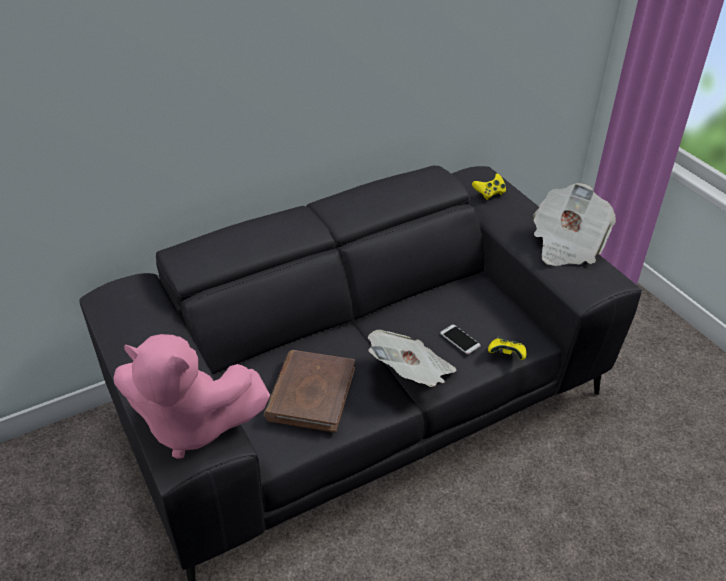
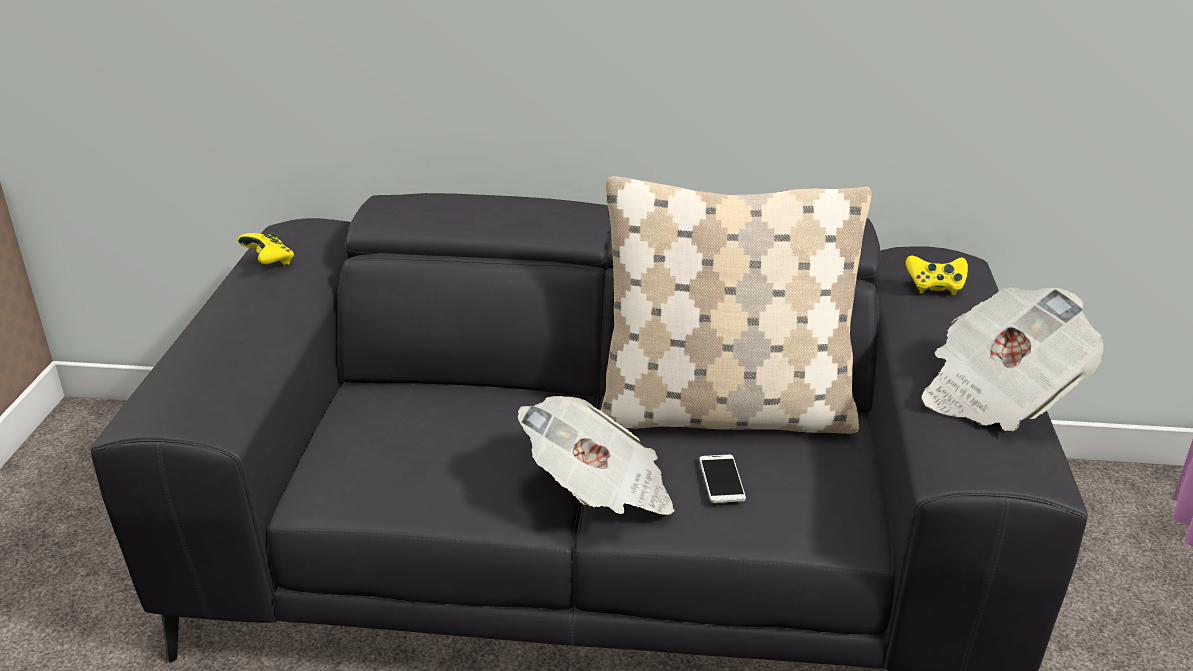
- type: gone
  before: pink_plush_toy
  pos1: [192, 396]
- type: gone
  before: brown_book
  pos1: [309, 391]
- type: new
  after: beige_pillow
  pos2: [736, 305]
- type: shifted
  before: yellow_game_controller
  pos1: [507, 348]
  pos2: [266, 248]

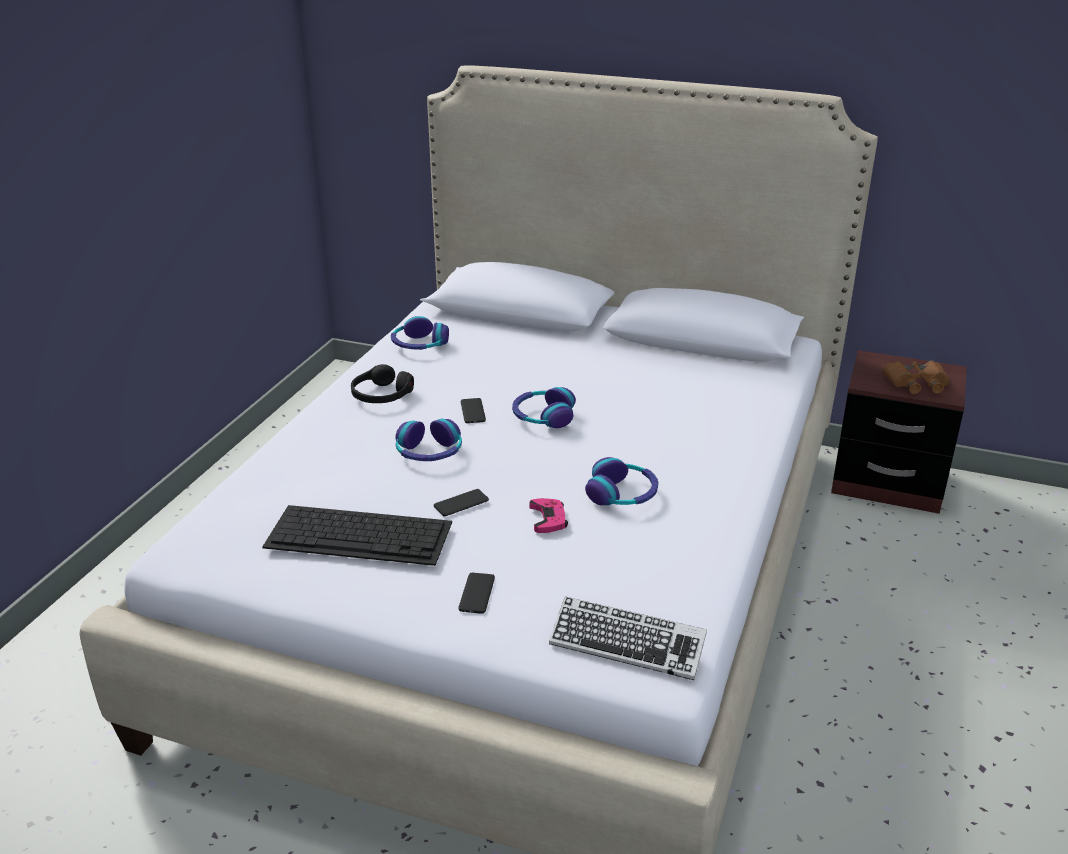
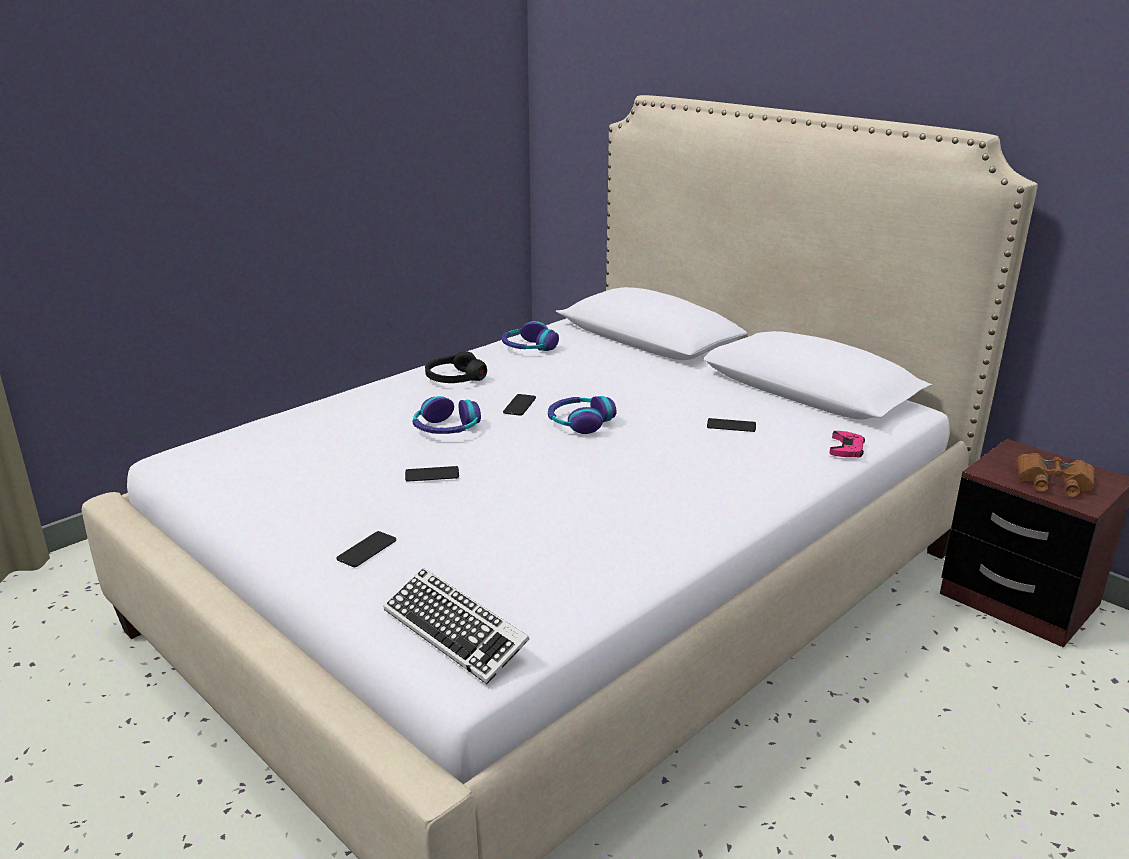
- type: gone
  before: keyboard
  pos1: [357, 535]
- type: gone
  before: headphones
  pos1: [621, 481]
- type: new
  after: phone
  pos2: [731, 425]
- type: shifted
  before: pink_game_controller
  pos1: [548, 515]
  pos2: [847, 444]

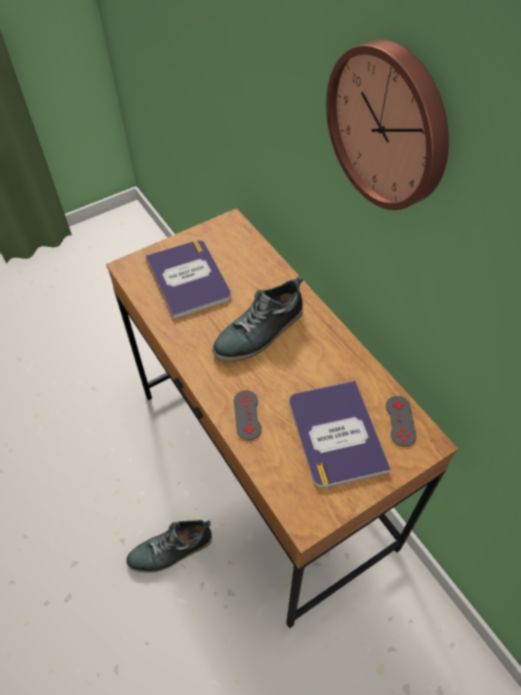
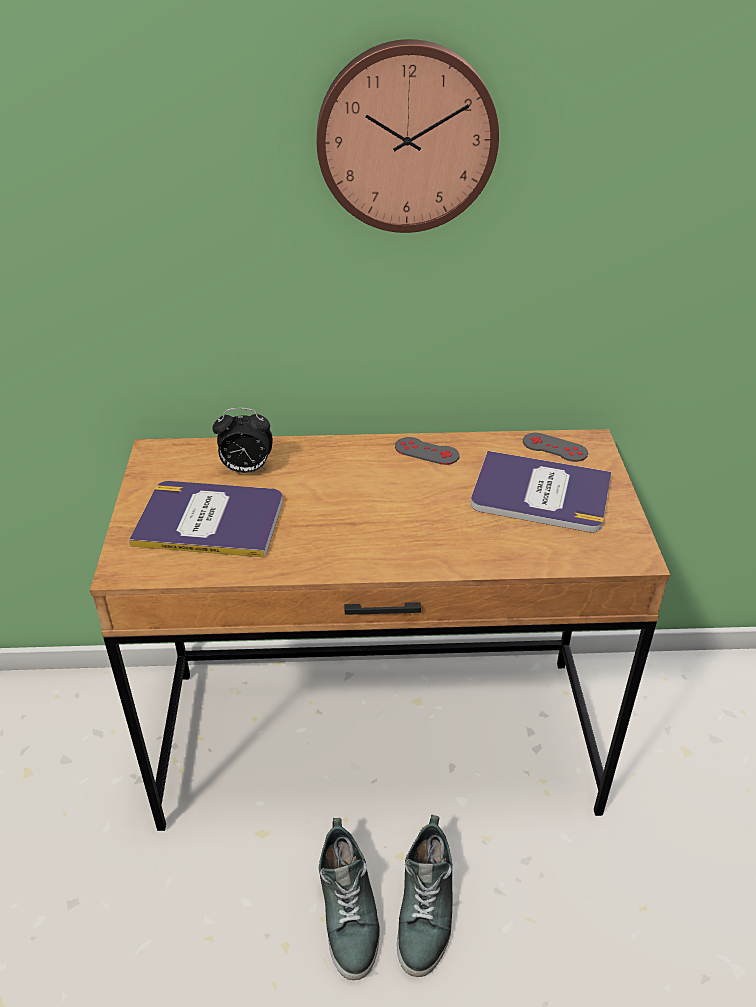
- type: new
  after: alarm_clock
  pos2: [242, 440]
- type: shifted
  before: shoe
  pos1: [257, 318]
  pos2: [349, 899]
- type: shifted
  before: grey_game_controller
  pos1: [248, 415]
  pos2: [427, 451]

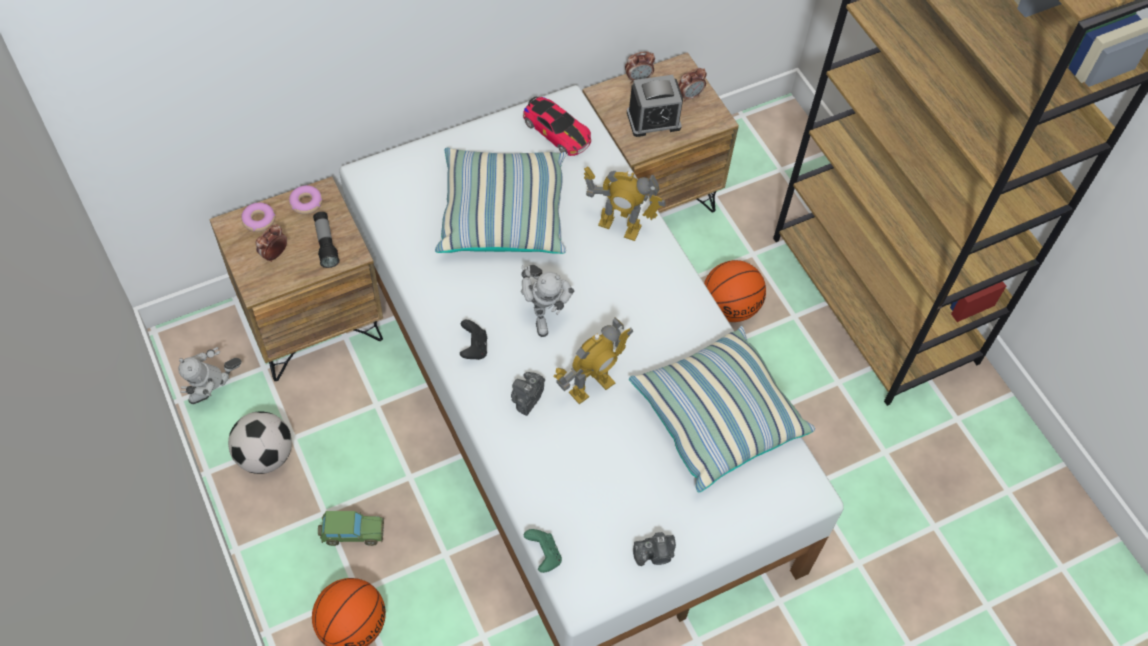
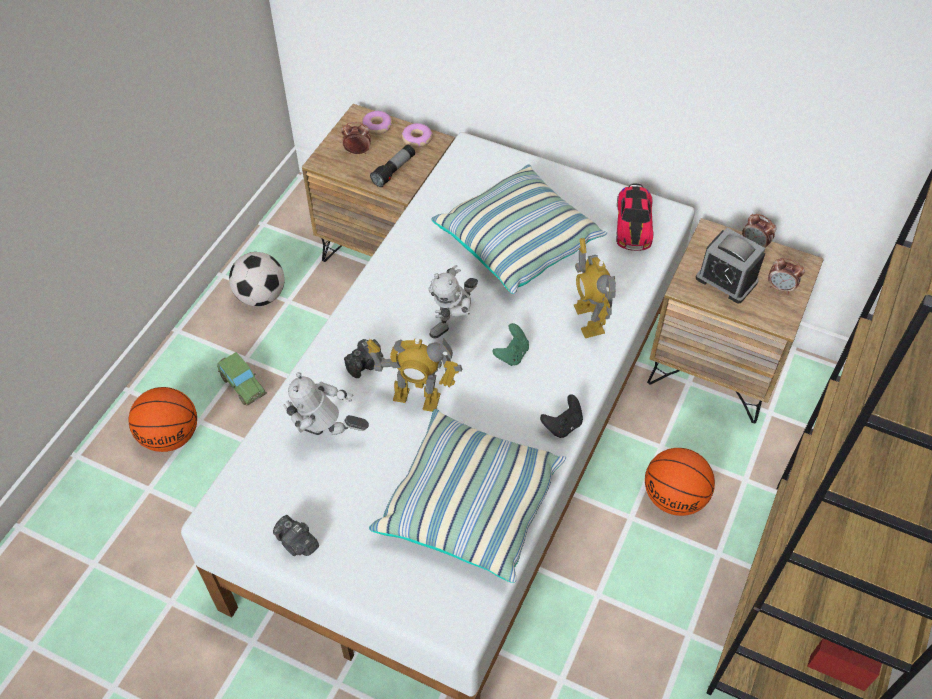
- type: shifted
  before: toy_robot
  pos1: [210, 375]
  pos2: [326, 403]
- type: shifted
  before: black_game_controller
  pos1: [473, 340]
  pos2: [561, 416]
- type: shifted
  before: green_game_controller
  pos1: [543, 551]
  pos2: [510, 344]
- type: rotated
  before: photo_camera
  pos1: [528, 394]
  pos2: [363, 358]
  turn: 150

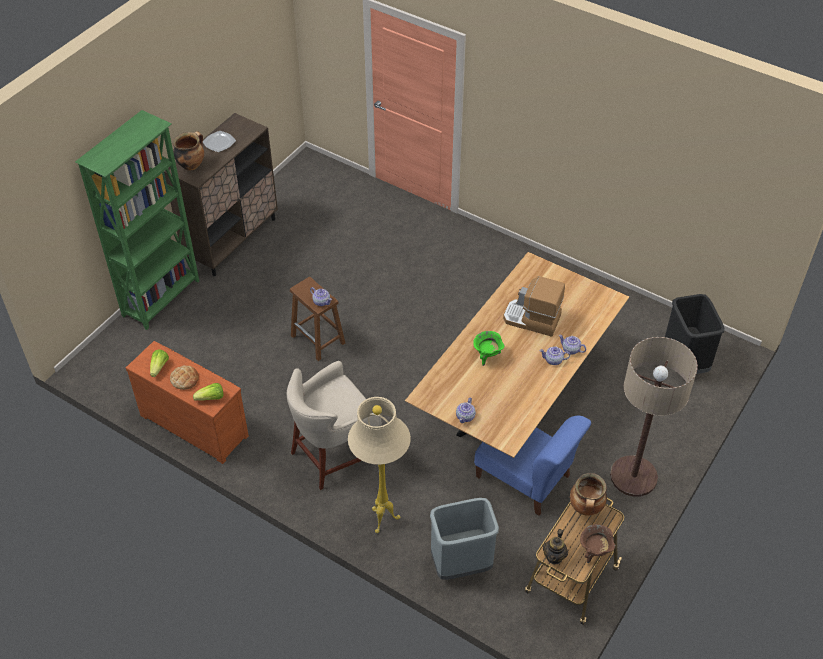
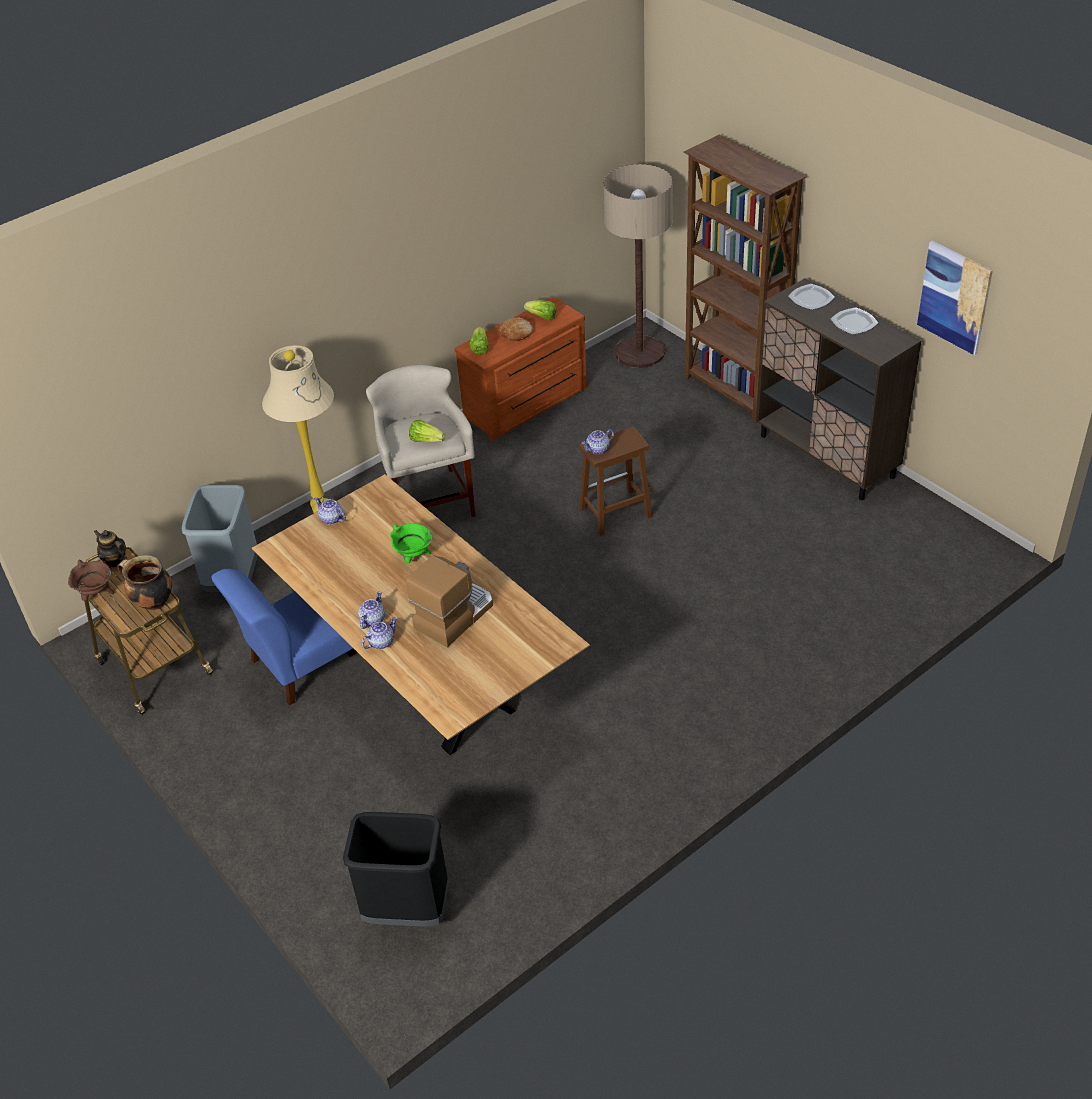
- type: new
  after: lettuce
  pos2: [427, 431]
- type: new
  after: picture
  pos2: [955, 298]
- type: shifted
  before: floor_lamp
  pos1: [654, 417]
  pos2: [638, 266]
- type: swapped
  before: cooking_pot
  after: plate
  pos1: [188, 151]
  pos2: [811, 297]
- type: repainted
  before: green_bookcase
  after: brown_bookcase
  pos1: [137, 220]
  pos2: [745, 279]

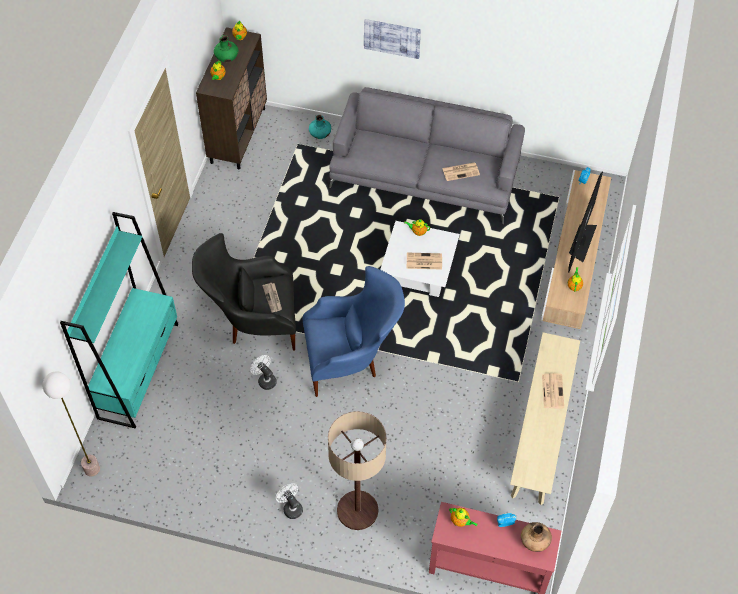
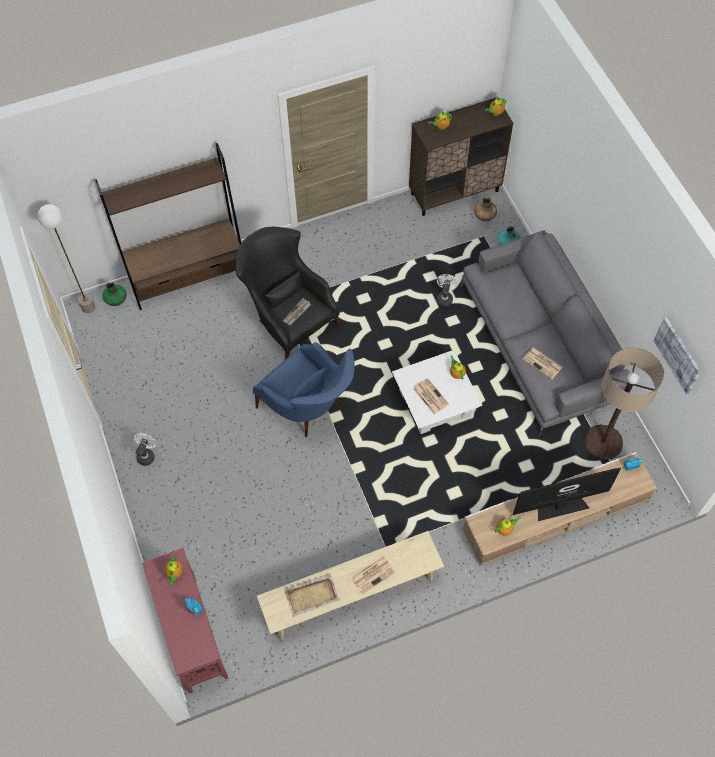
- type: new
  after: beige_tray
  pos2: [312, 595]
- type: shifted
  before: green_vase
  pos1: [226, 48]
  pos2: [114, 294]
- type: shifted
  before: white_fan
  pos1: [263, 372]
  pos2: [447, 290]
- type: shifted
  before: floor_lamp
  pos1: [357, 470]
  pos2: [624, 403]
- type: shifted
  before: picture
  pos1: [392, 39]
  pos2: [677, 355]
- type: shifted
  before: brown_vase
  pos1: [536, 537]
  pos2: [485, 209]
- type: repainted
  before: turquoise_bookcase
  after: brown_bookcase
  pos1: [119, 320]
  pos2: [168, 226]

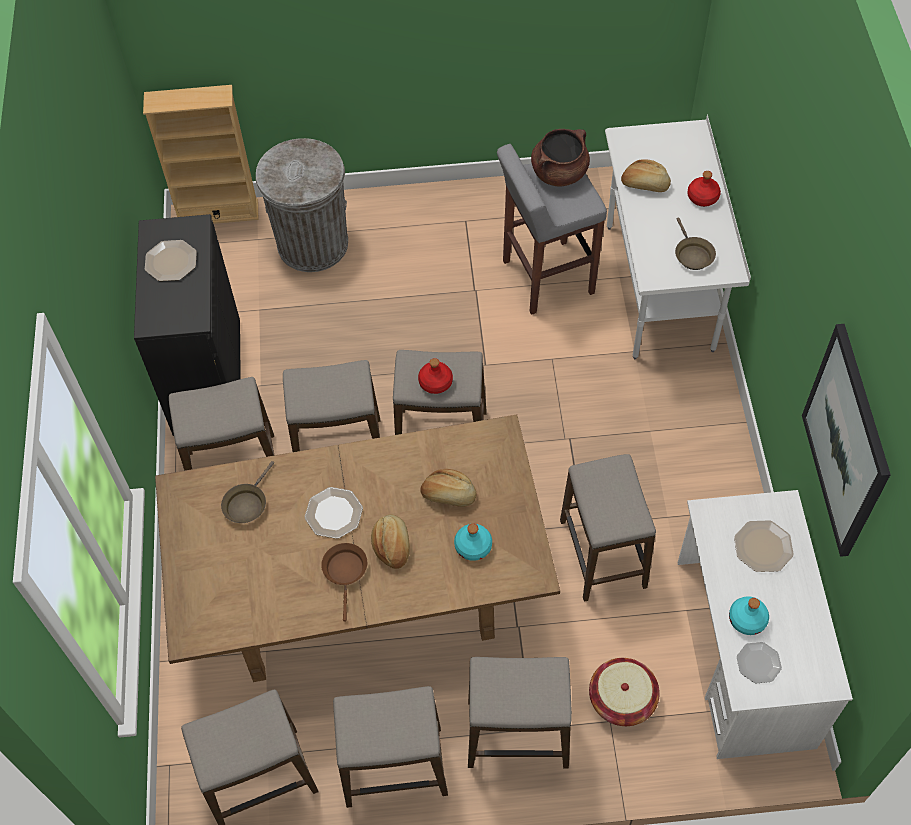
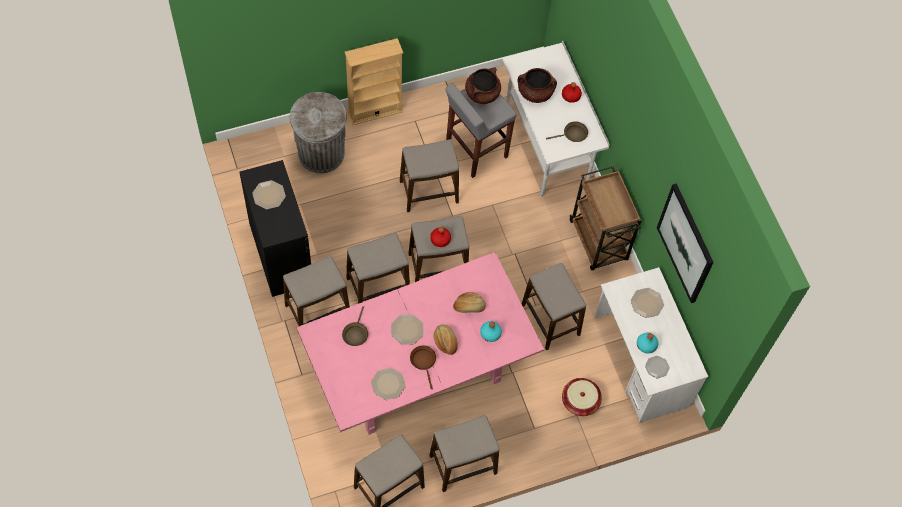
- type: new
  after: plate
  pos2: [388, 384]
- type: new
  after: brown_cart
  pos2: [605, 218]
- type: shifted
  before: beige_bookcase
  pos1: [200, 154]
  pos2: [374, 81]
- type: shifted
  before: stool
  pos1: [520, 712]
  pos2: [429, 175]
- type: swapped
  before: bread
  after: brown_cooking_pot
  pos1: [646, 175]
  pos2: [537, 85]
- type: repainted
  before: brown_dining_table
  after: pink_dining_table
  pos1: [357, 548]
  pos2: [420, 343]
- type: rotated
  before: brown_frying_pan
  pos1: [695, 244]
  pos2: [567, 131]
  turn: -75

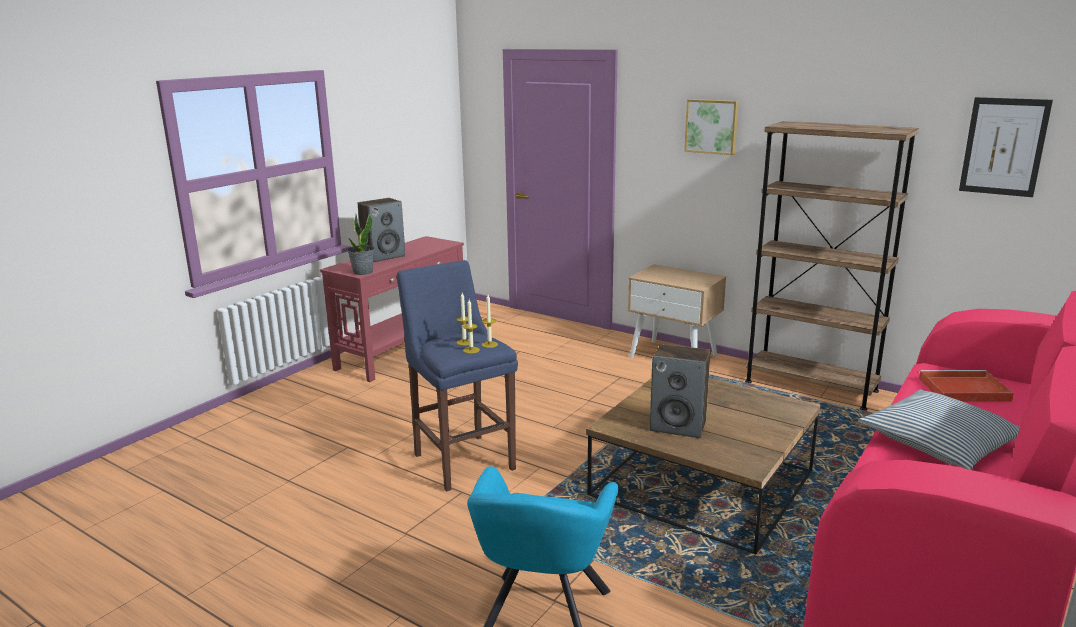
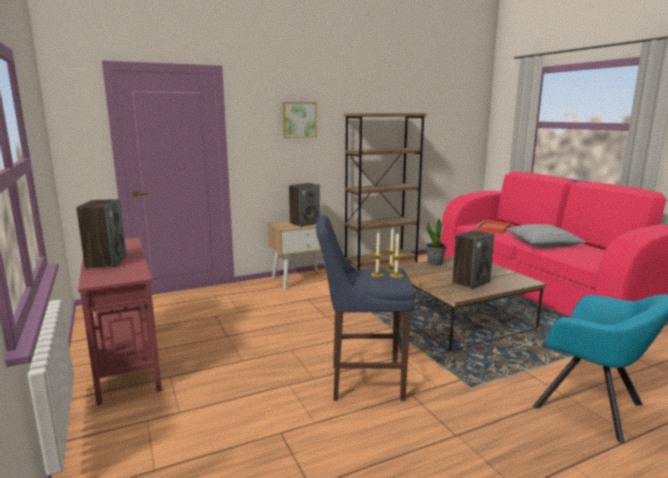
- type: gone
  before: picture
  pos1: [1006, 147]
- type: new
  after: speaker
  pos2: [304, 205]
- type: shifted
  before: potted_plant
  pos1: [360, 244]
  pos2: [436, 241]

